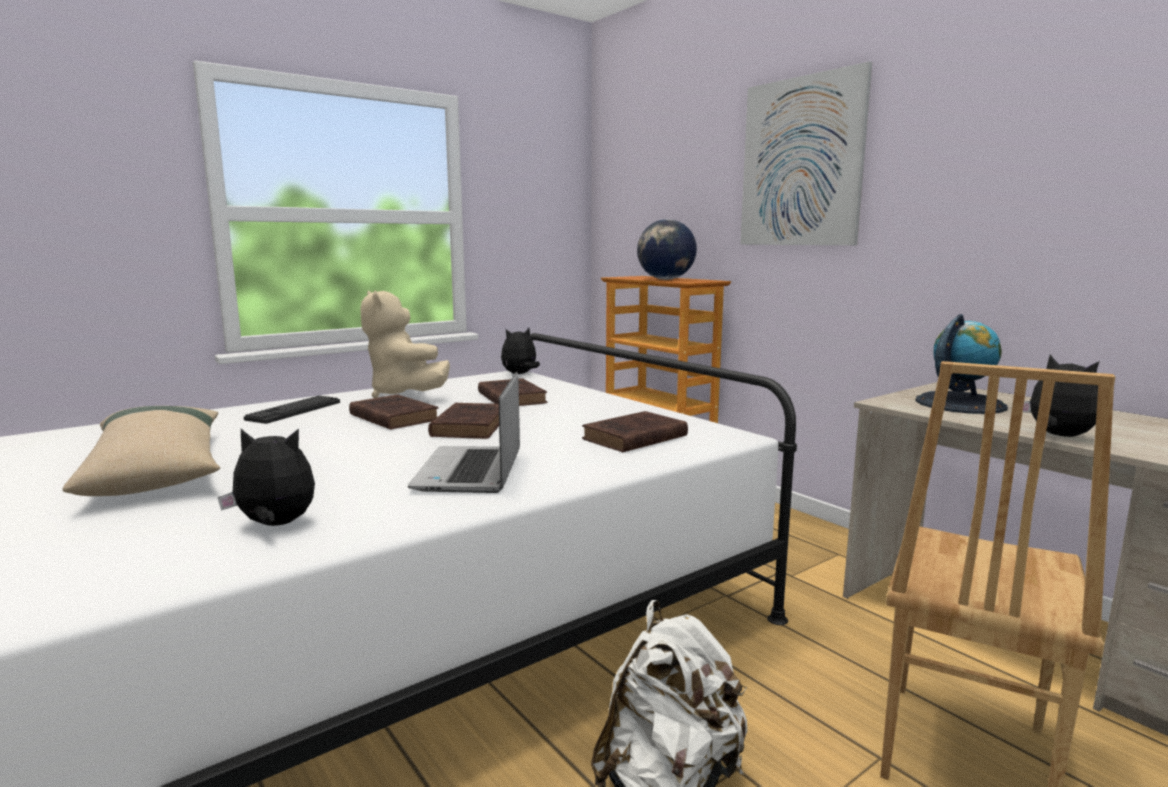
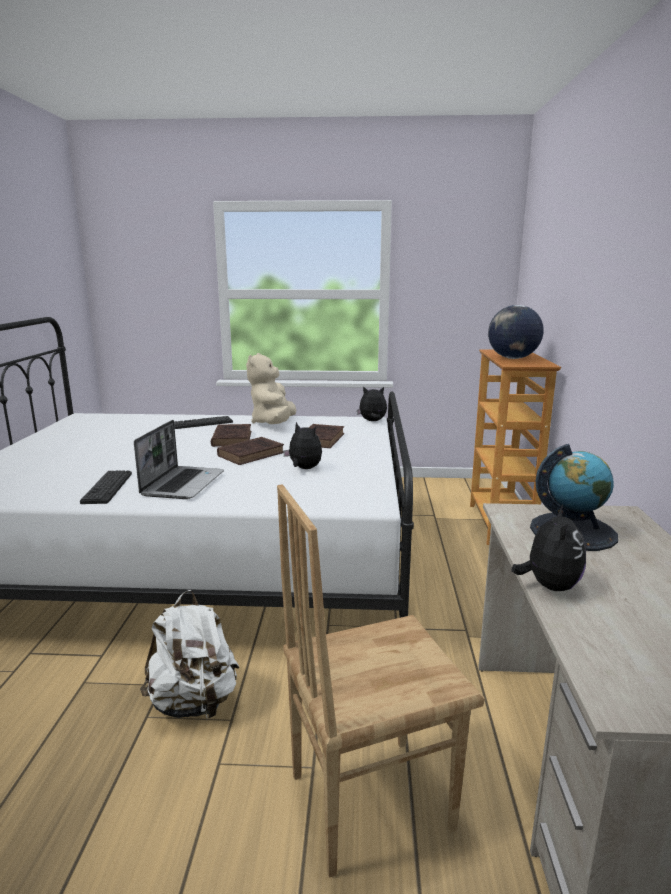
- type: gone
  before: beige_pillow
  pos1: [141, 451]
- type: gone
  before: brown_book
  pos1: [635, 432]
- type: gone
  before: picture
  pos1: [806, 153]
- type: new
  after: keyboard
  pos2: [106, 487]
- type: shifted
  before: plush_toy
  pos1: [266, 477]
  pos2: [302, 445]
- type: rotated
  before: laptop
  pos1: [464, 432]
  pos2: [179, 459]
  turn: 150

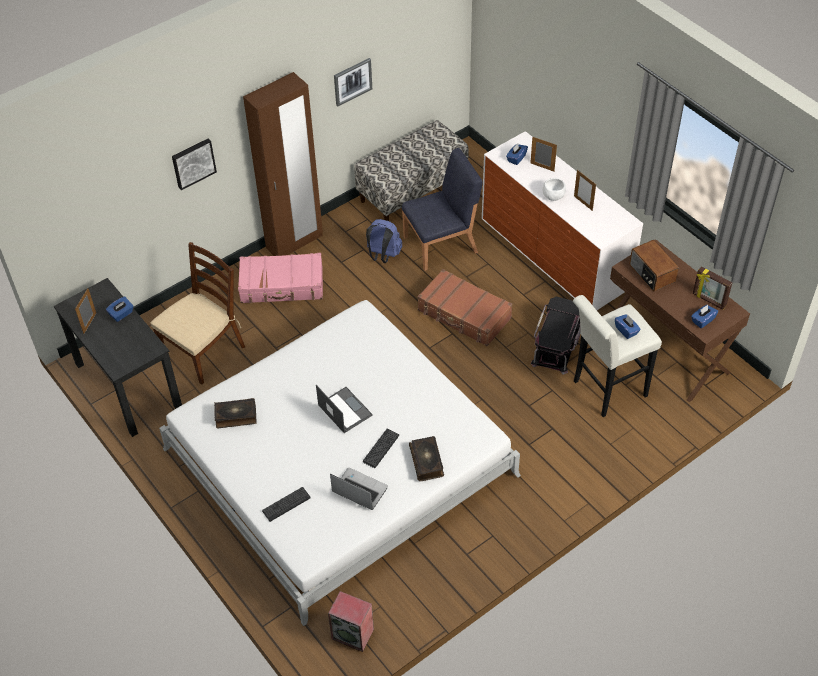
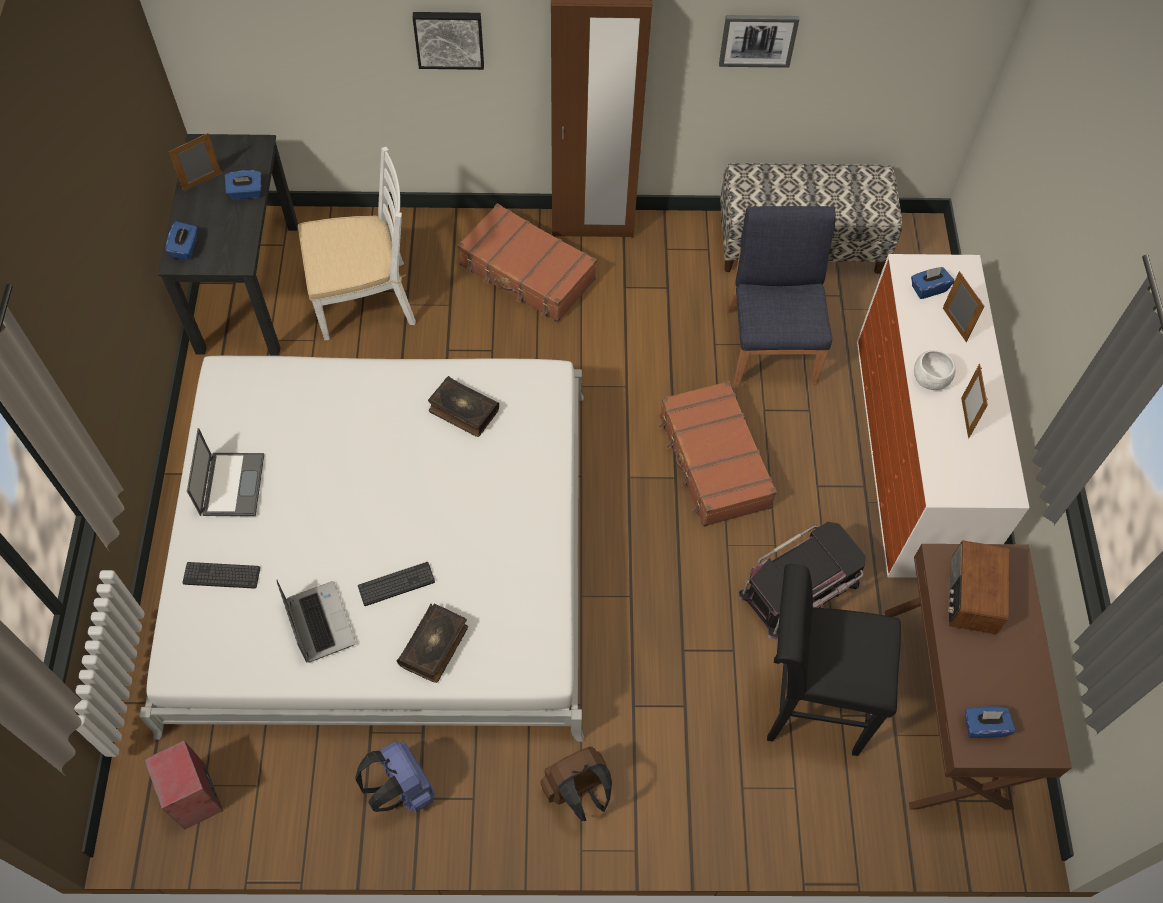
- type: gone
  before: picture_frame
  pos1: [712, 288]
- type: new
  after: brown_backpack
  pos2: [576, 783]
- type: shifted
  before: book
  pos1: [235, 413]
  pos2: [463, 406]
- type: shifted
  before: laptop
  pos1: [344, 409]
  pos2: [225, 472]
- type: shifted
  before: blue_backpack
  pos1: [384, 241]
  pos2: [395, 777]
- type: shifted
  before: blue_tissue_box
  pos1: [628, 326]
  pos2: [181, 240]
- type: repainted
  before: brown_chair
  after: white_chair
  pos1: [198, 313]
  pos2: [357, 244]
- type: repainted
  before: pink_suitcase
  after: brown_suitcase
  pos1: [280, 278]
  pos2: [527, 262]
- type: repainted
  before: white_stool
  after: black_stool
  pos1: [617, 356]
  pos2: [834, 660]
- type: rotated
  before: blue_chair
  pos1: [442, 209]
  pos2: [781, 295]
  turn: -105

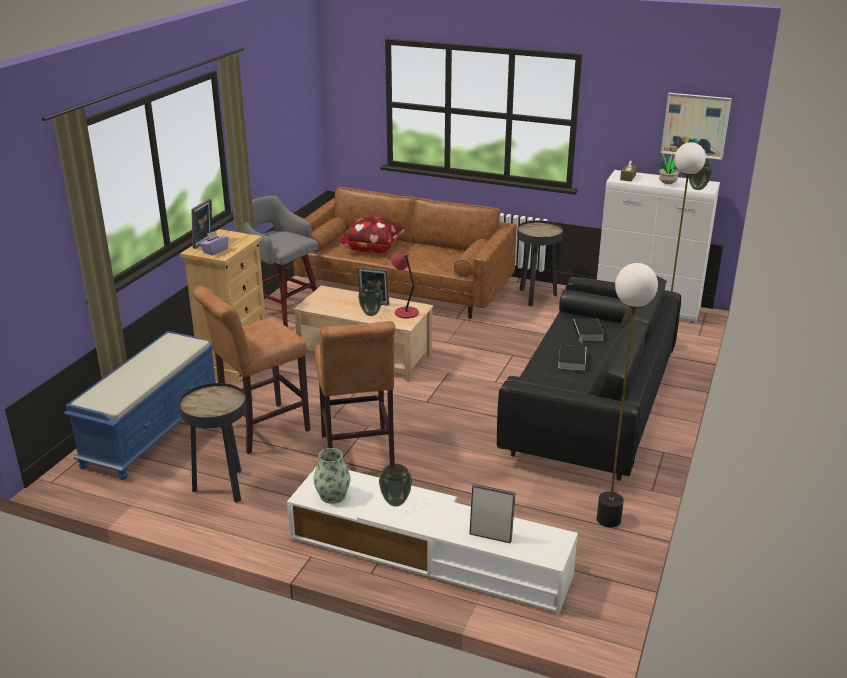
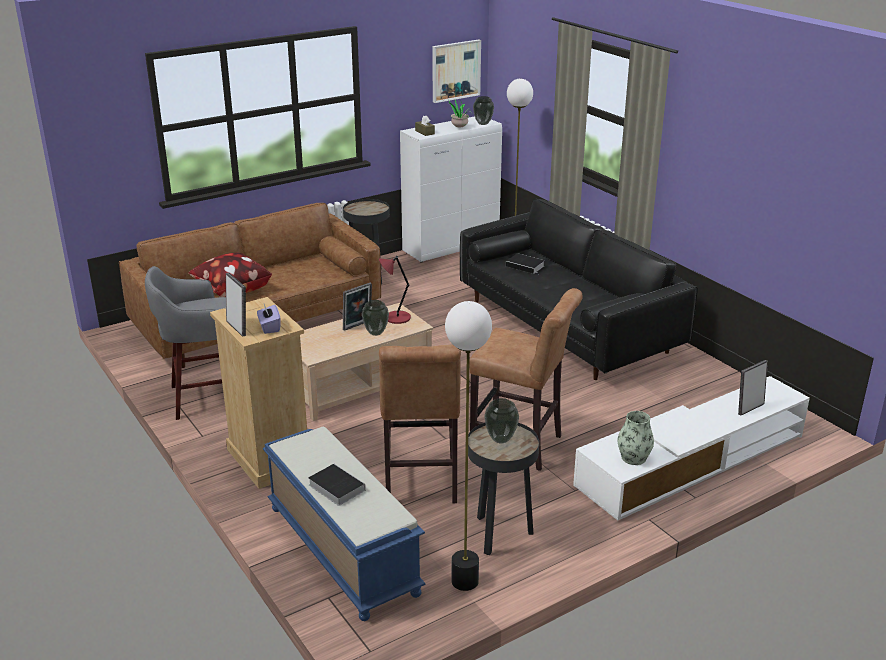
- type: shifted
  before: vase
  pos1: [395, 485]
  pos2: [501, 420]
- type: shifted
  before: book
  pos1: [572, 358]
  pos2: [336, 485]
- type: shifted
  before: floor_lamp
  pos1: [627, 395]
  pos2: [468, 446]

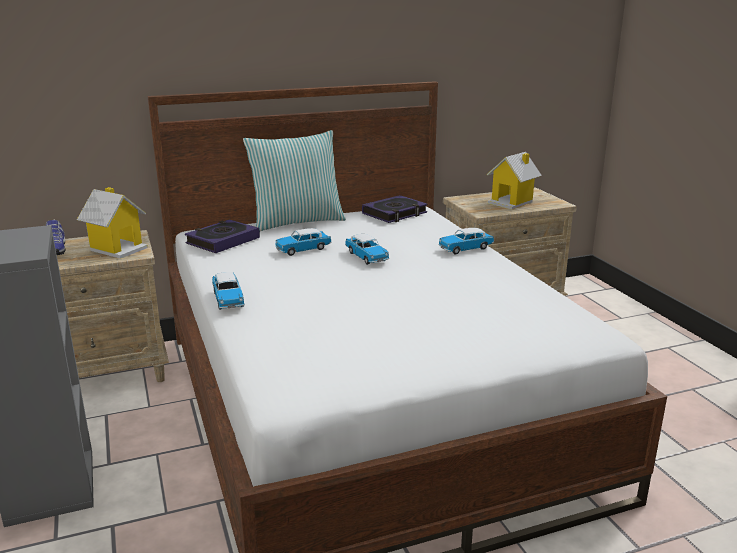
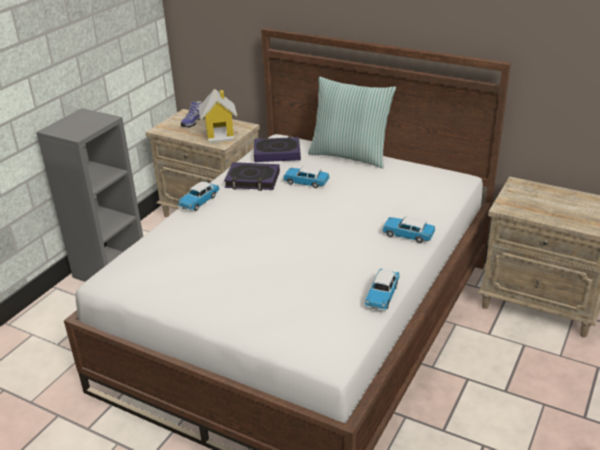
- type: gone
  before: toy_house
  pos1: [514, 181]
- type: shifted
  before: toy_car
  pos1: [367, 249]
  pos2: [382, 290]
- type: shifted
  before: book
  pos1: [395, 209]
  pos2: [252, 176]

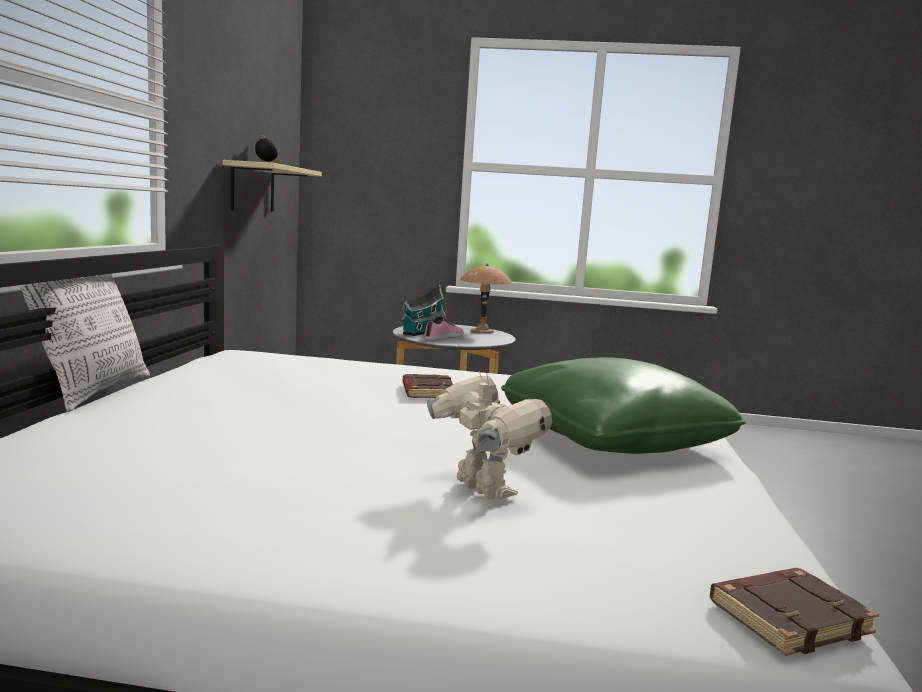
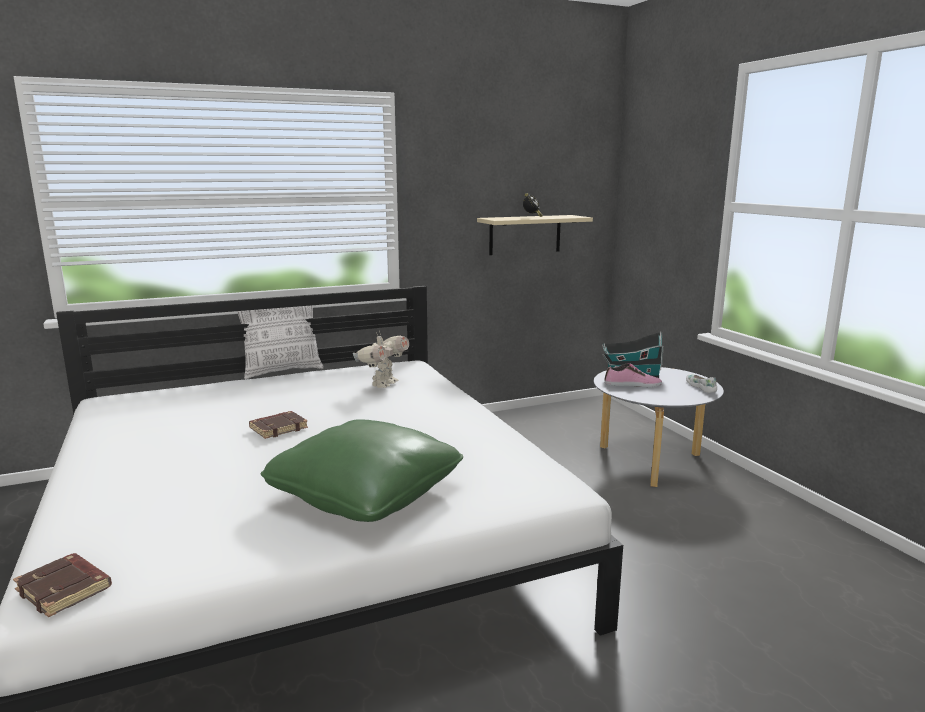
- type: shifted
  before: brown_book
  pos1: [428, 386]
  pos2: [278, 425]
- type: shifted
  before: toy_robot
  pos1: [489, 435]
  pos2: [381, 359]
- type: swapped
  before: brown_table_lamp
  after: white_shoe
  pos1: [486, 298]
  pos2: [701, 383]

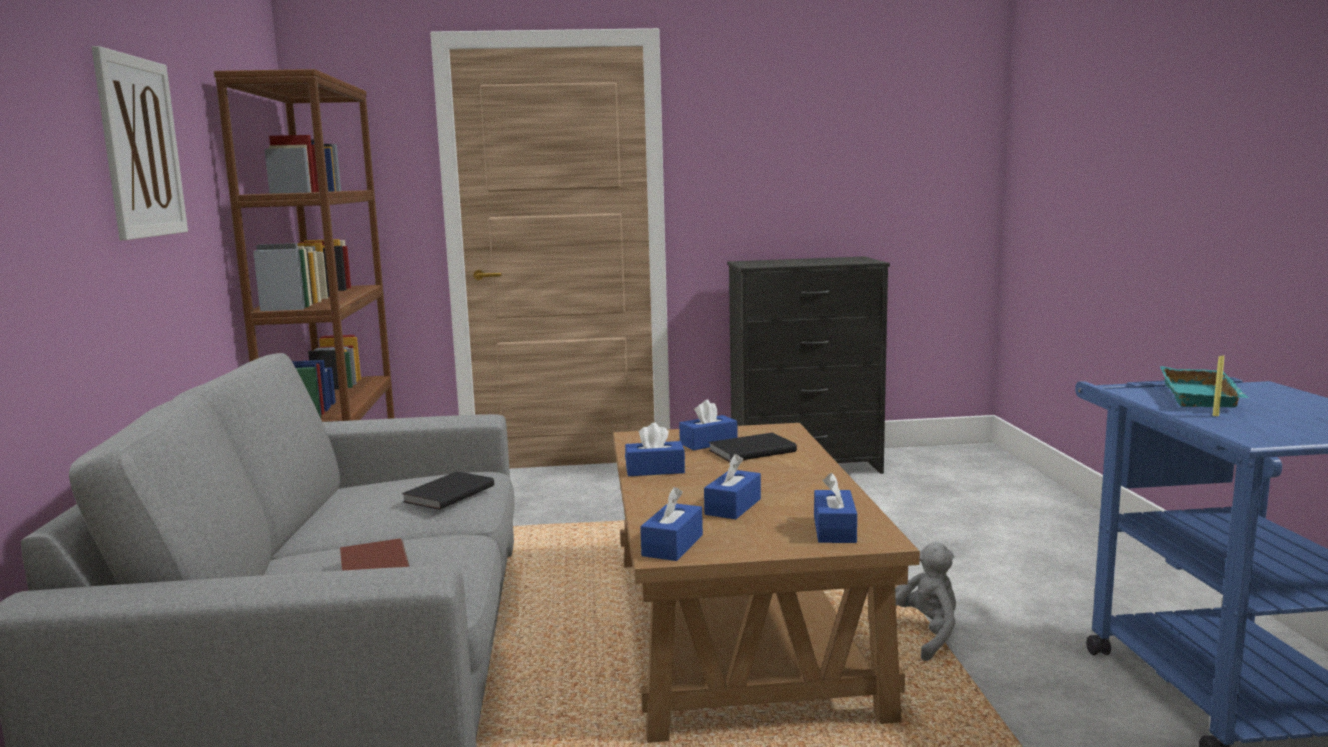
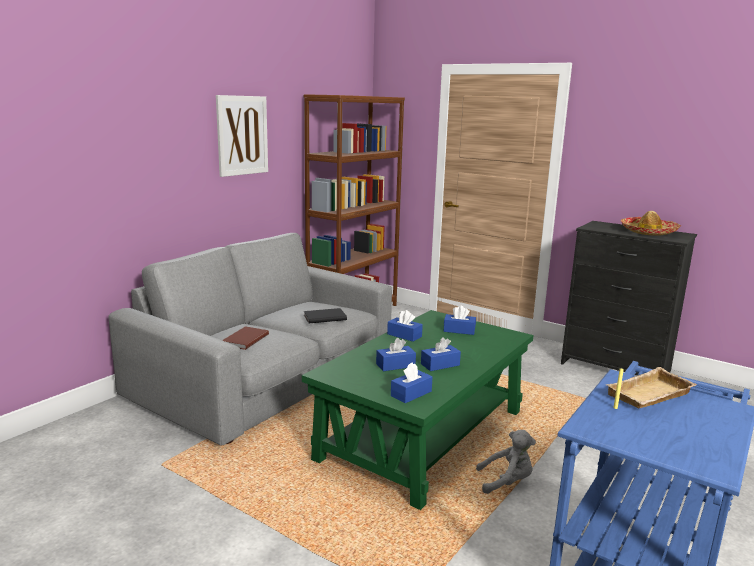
- type: gone
  before: black_book
  pos1: [753, 447]
- type: new
  after: hat
  pos2: [651, 223]
- type: shifted
  before: blue_tissue_box
  pos1: [671, 524]
  pos2: [441, 354]
- type: repainted
  before: brown_coffee_table
  after: green_coffee_table
  pos1: [766, 583]
  pos2: [417, 410]
- type: repainted
  before: turquoise_tray
  after: beige_tray
  pos1: [1204, 387]
  pos2: [651, 387]

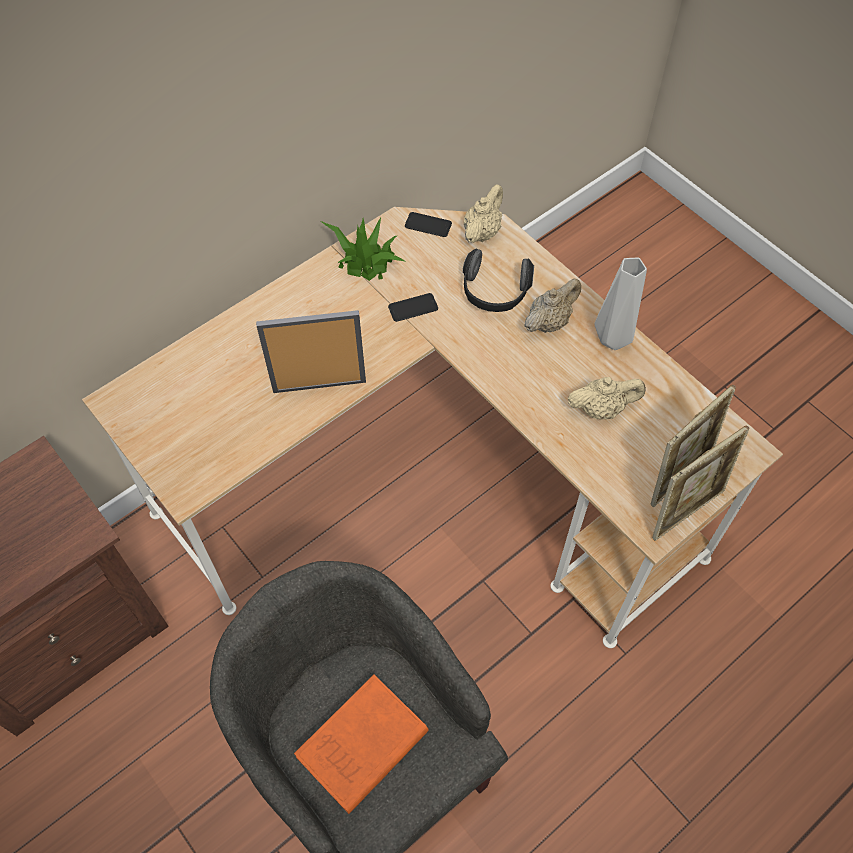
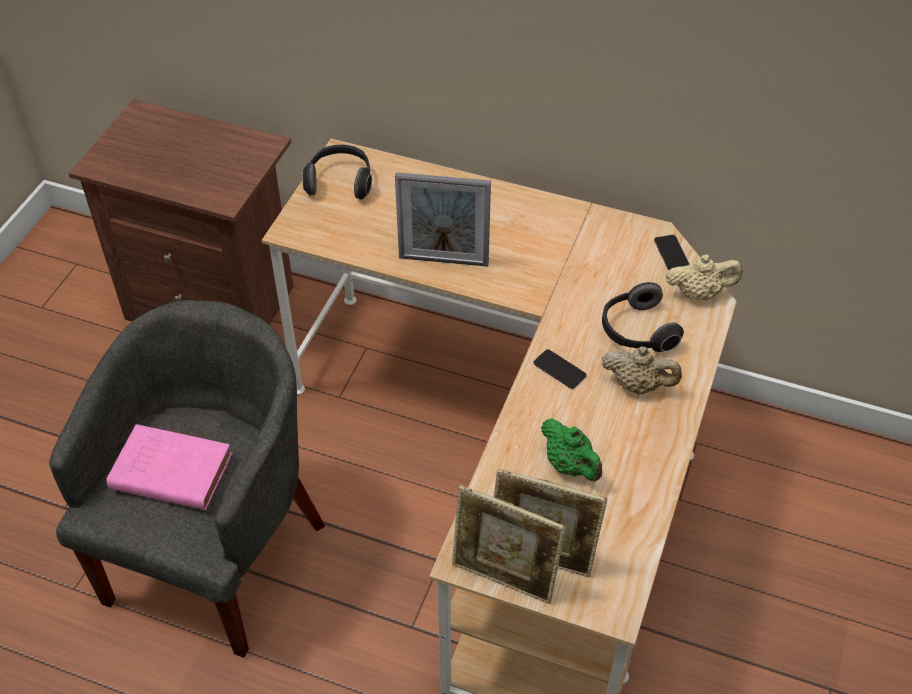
- type: gone
  before: potted_plant
  pos1: [362, 249]
- type: gone
  before: grey_vase
  pos1: [621, 304]
- type: new
  after: headphones
  pos2: [337, 172]
- type: shifted
  before: phone
  pos1: [413, 307]
  pos2: [560, 369]
- type: repainted
  before: orange_book
  after: pink_book
  pos1: [361, 744]
  pos2: [169, 467]
- type: repainted
  before: beige_teapot
  after: green_teapot
  pos1: [607, 398]
  pos2: [571, 449]
- type: rotated
  before: picture_frame
  pos1: [311, 351]
  pos2: [443, 219]
  turn: 135

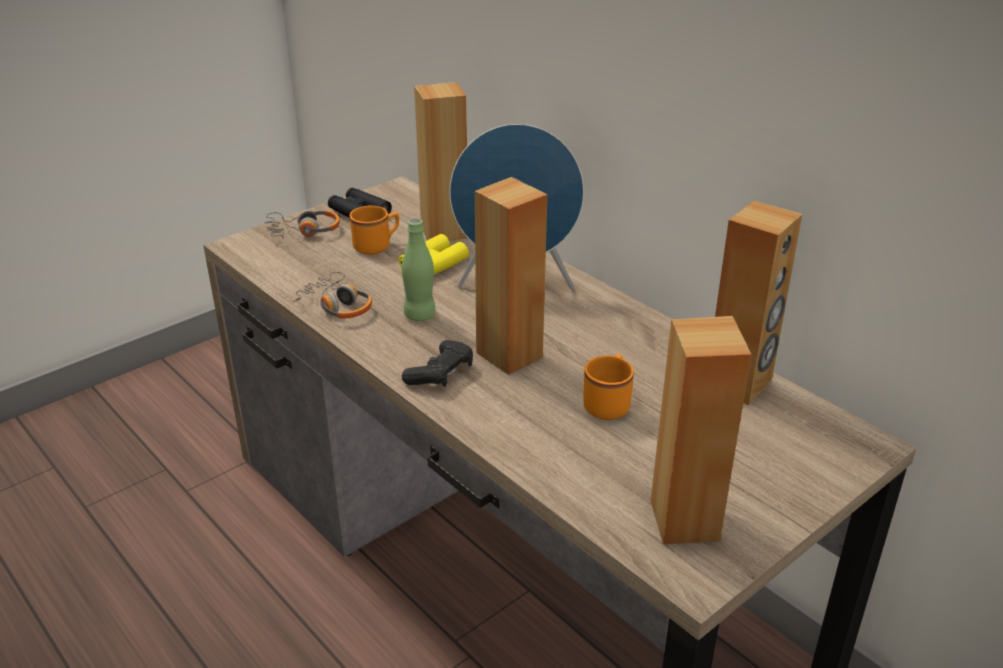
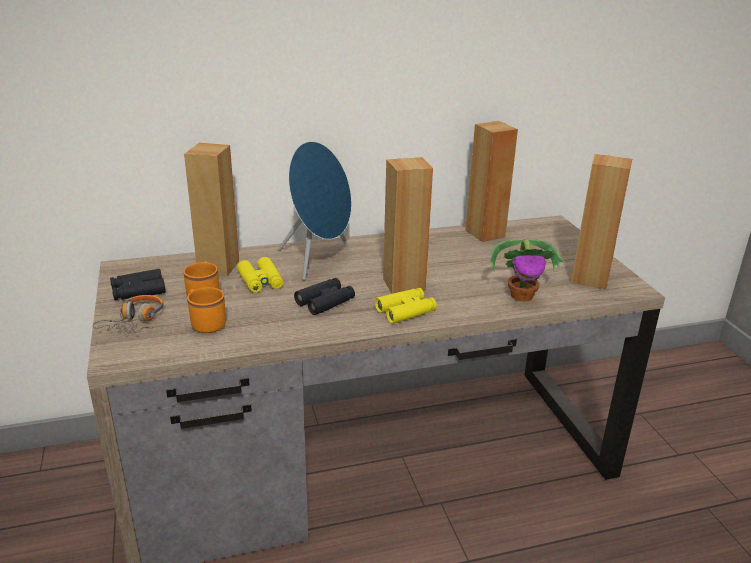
- type: gone
  before: headphones
  pos1: [332, 295]
- type: new
  after: potted_plant
  pos2: [527, 270]
- type: shifted
  before: orange_mug
  pos1: [608, 387]
  pos2: [206, 310]
- type: swapped
  before: green_bottle
  after: black_binoculars
  pos1: [419, 269]
  pos2: [324, 296]
- type: swapped
  before: black_game_controller
  after: yellow_binoculars
  pos1: [437, 363]
  pos2: [406, 306]

